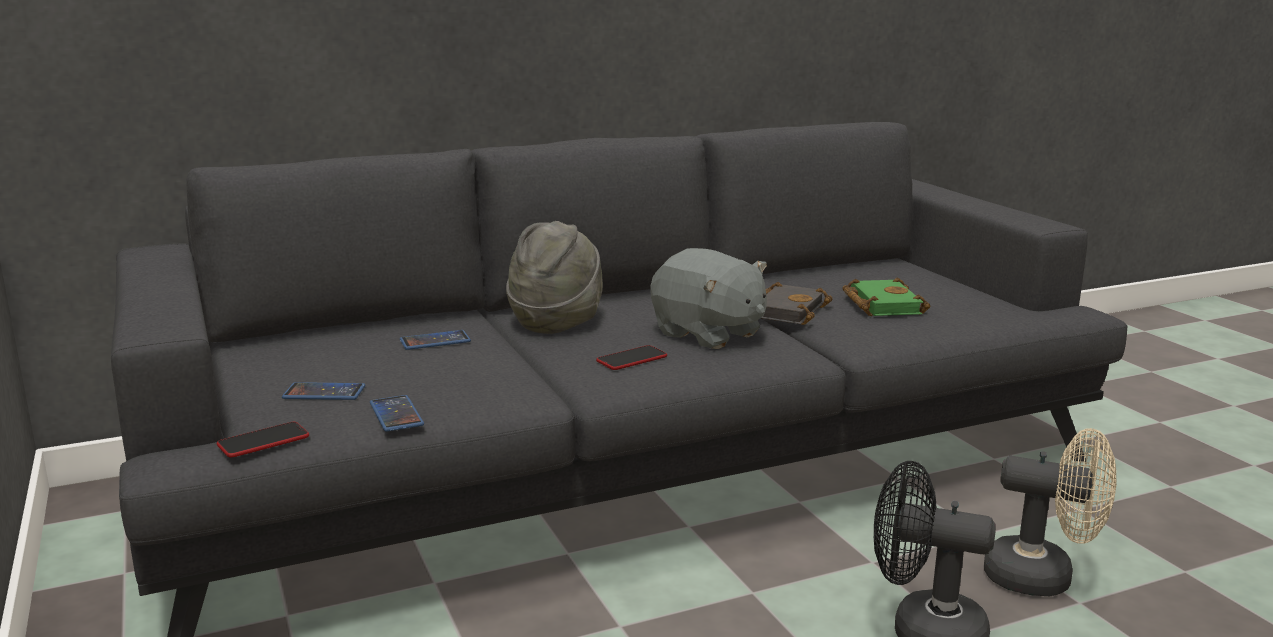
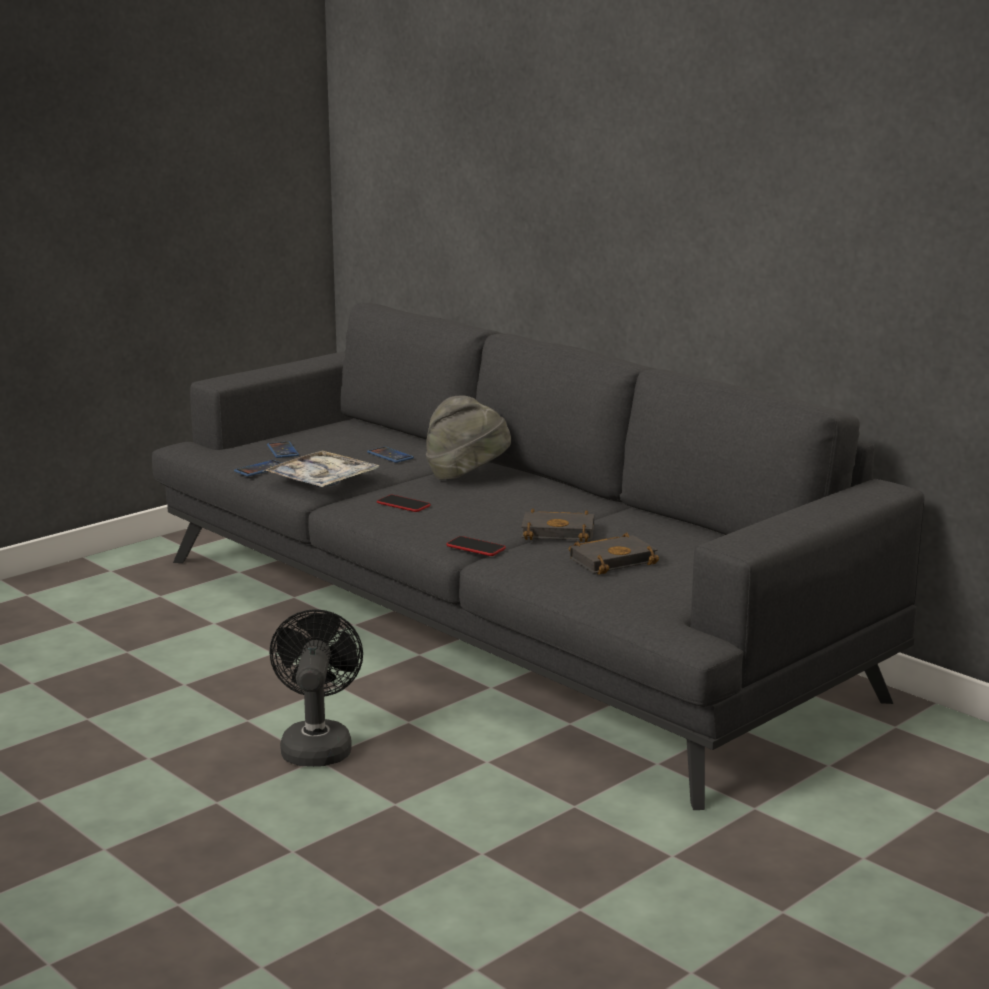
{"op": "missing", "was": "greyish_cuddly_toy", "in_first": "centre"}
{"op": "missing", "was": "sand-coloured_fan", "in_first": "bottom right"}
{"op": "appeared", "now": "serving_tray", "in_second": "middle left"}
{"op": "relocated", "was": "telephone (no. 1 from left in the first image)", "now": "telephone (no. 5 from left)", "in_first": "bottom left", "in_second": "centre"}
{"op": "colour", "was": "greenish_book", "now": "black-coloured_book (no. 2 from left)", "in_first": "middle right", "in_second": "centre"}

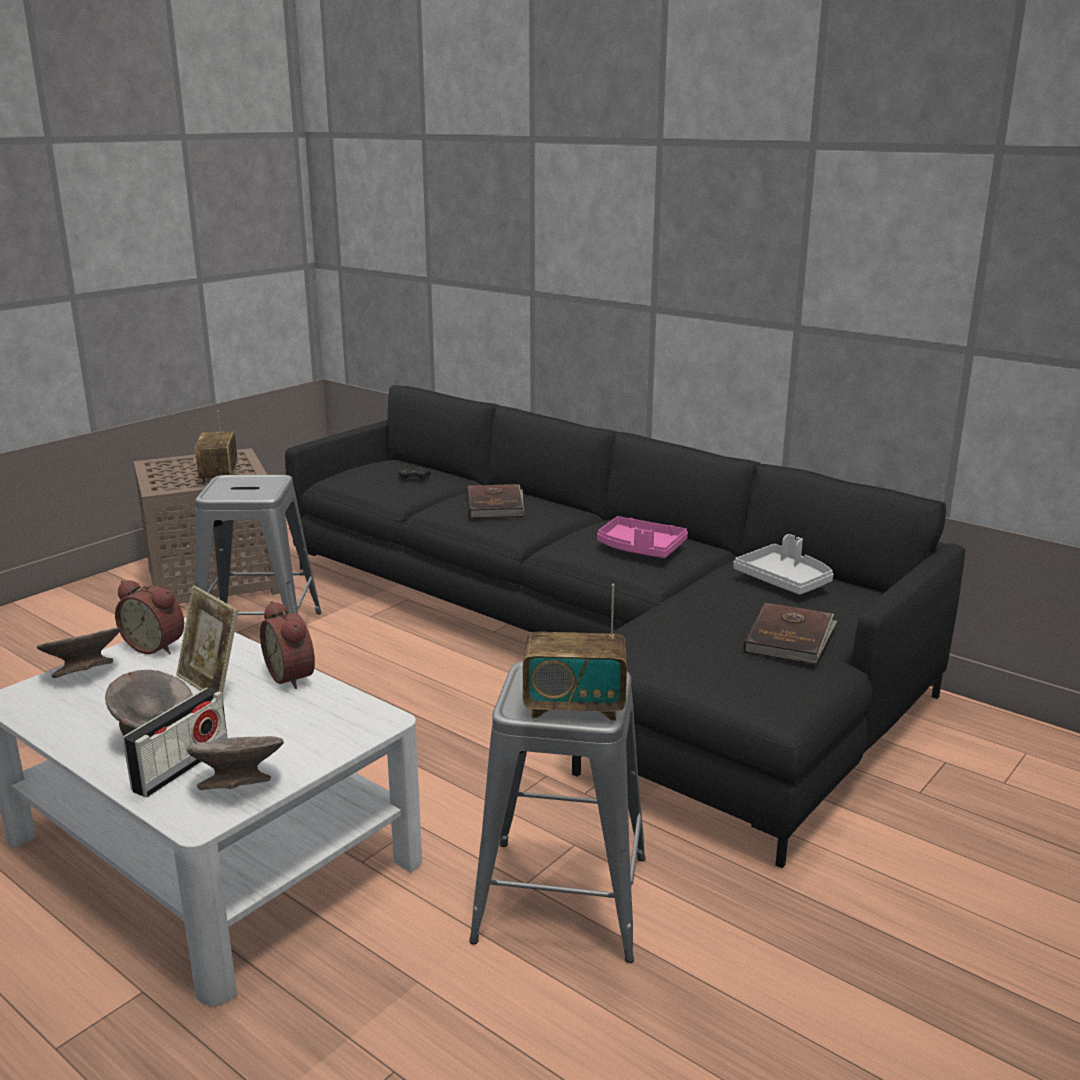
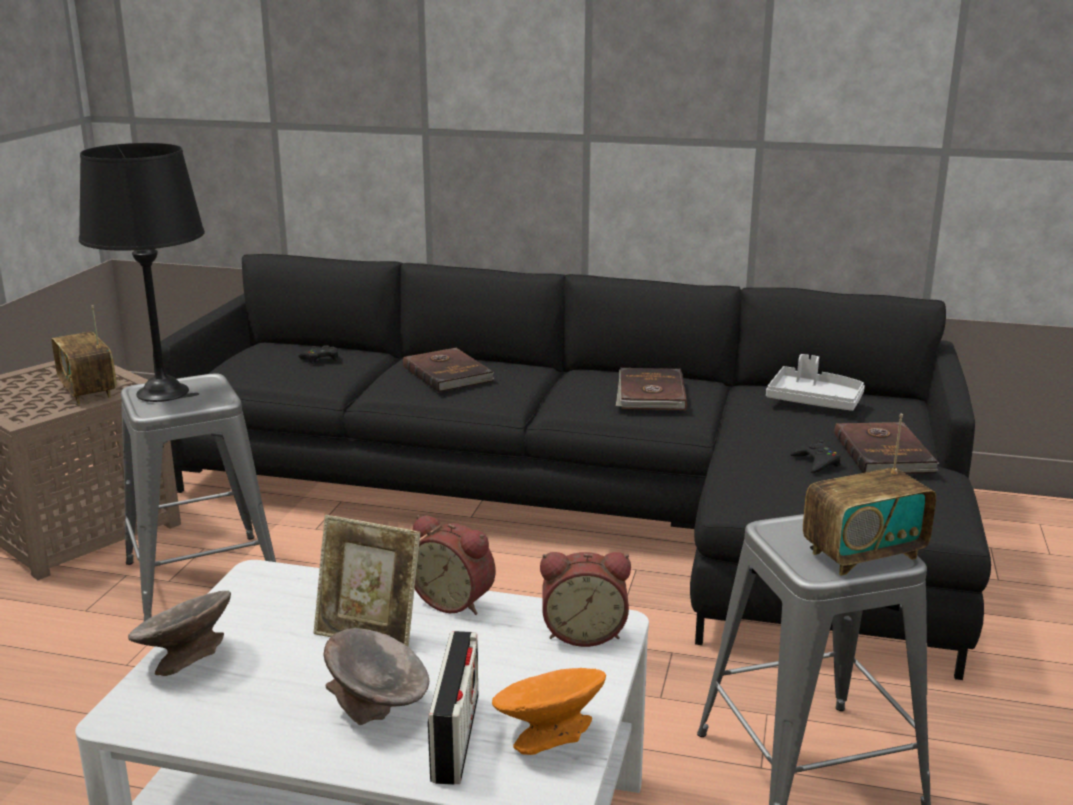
{"op": "appeared", "now": "black-coloured_tabletop_lamp", "in_second": "middle left"}
{"op": "appeared", "now": "black-coloured_joypad (no. 2 from left)", "in_second": "middle right"}
{"op": "relocated", "was": "table_clock (no. 1 from left in the first image)", "now": "table_clock (no. 2 from left)", "in_first": "middle left", "in_second": "bottom centre"}
{"op": "exchanged", "was": "pink_serving_tray", "now": "brown_book (no. 2 from left)", "in_first": "centre", "in_second": "centre"}
{"op": "colour", "was": "greyish_deep_dish (no. 3 from left)", "now": "orange_deep_dish", "in_first": "bottom left", "in_second": "bottom centre"}

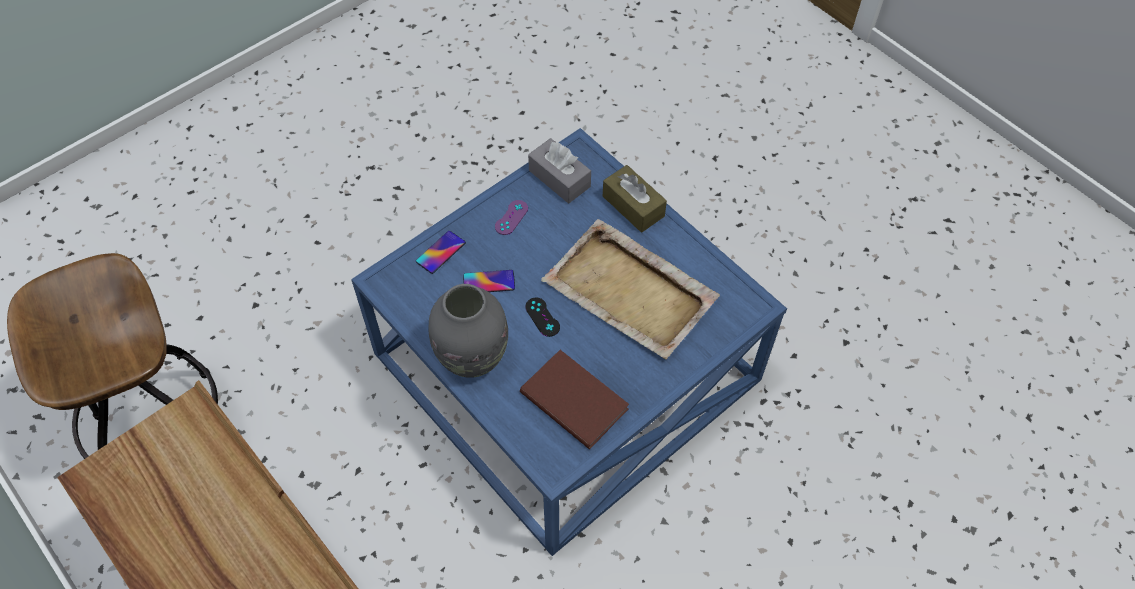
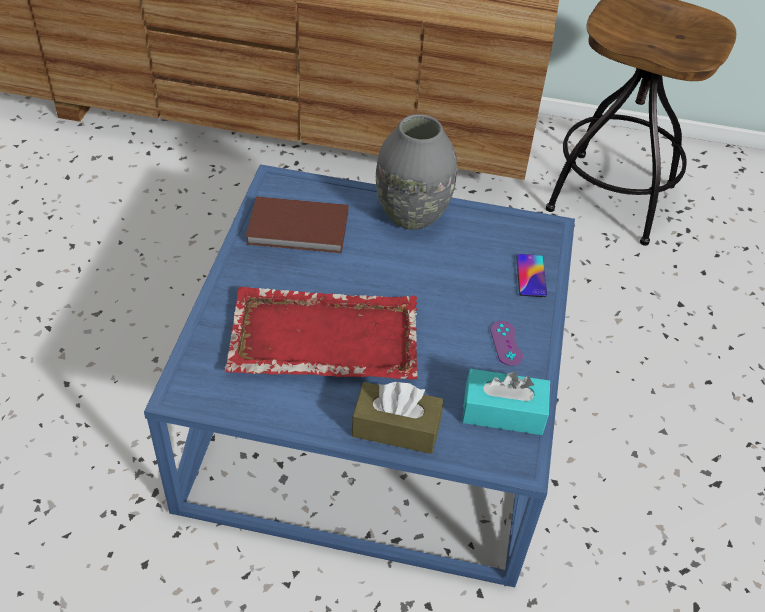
{"op": "missing", "was": "telephone (no. 2 from left)", "in_first": "centre"}
{"op": "missing", "was": "black-coloured_joypad", "in_first": "centre"}
{"op": "colour", "was": "greyish_box_of_tissues", "now": "turquoise-coloured_box_of_tissues", "in_first": "top centre", "in_second": "centre"}
{"op": "colour", "was": "sand-coloured_serving_tray", "now": "reddish_serving_tray", "in_first": "centre", "in_second": "centre"}

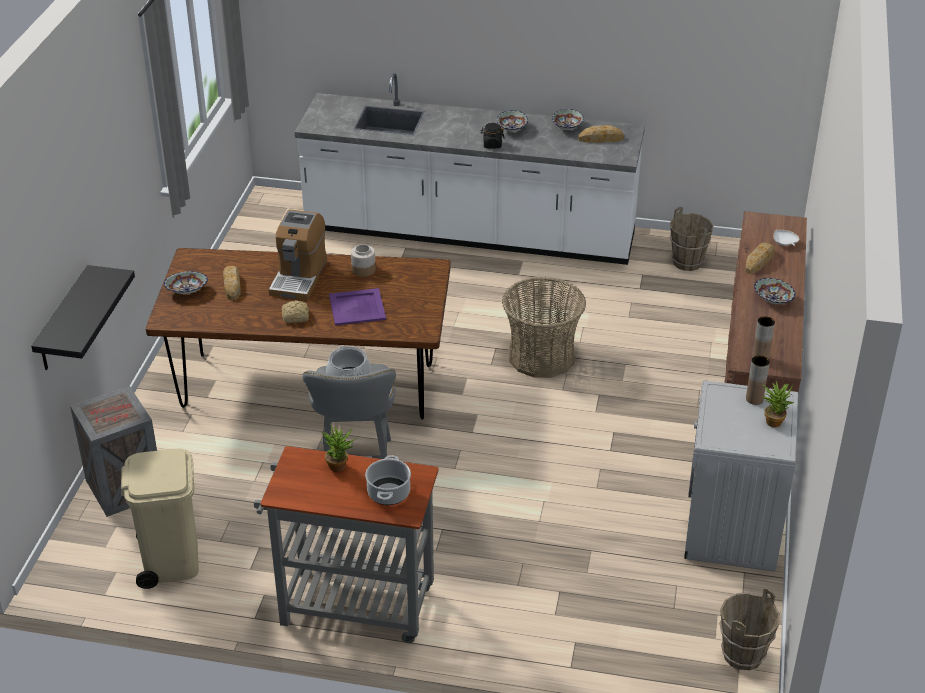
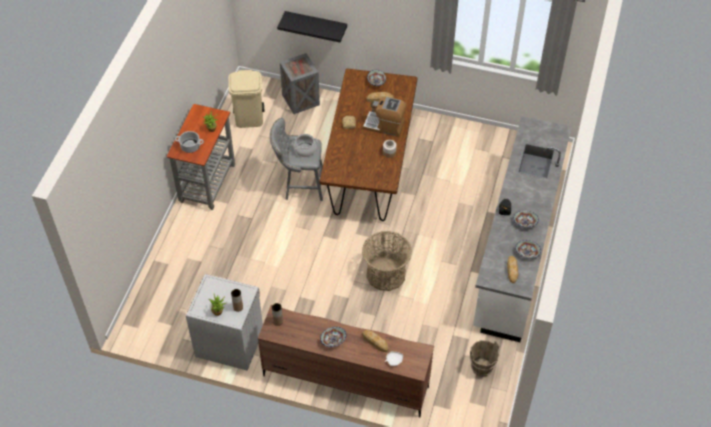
{"op": "missing", "was": "purplish_serving_tray", "in_first": "centre"}
{"op": "missing", "was": "brown_water_bucket (no. 2 from left)", "in_first": "bottom right"}

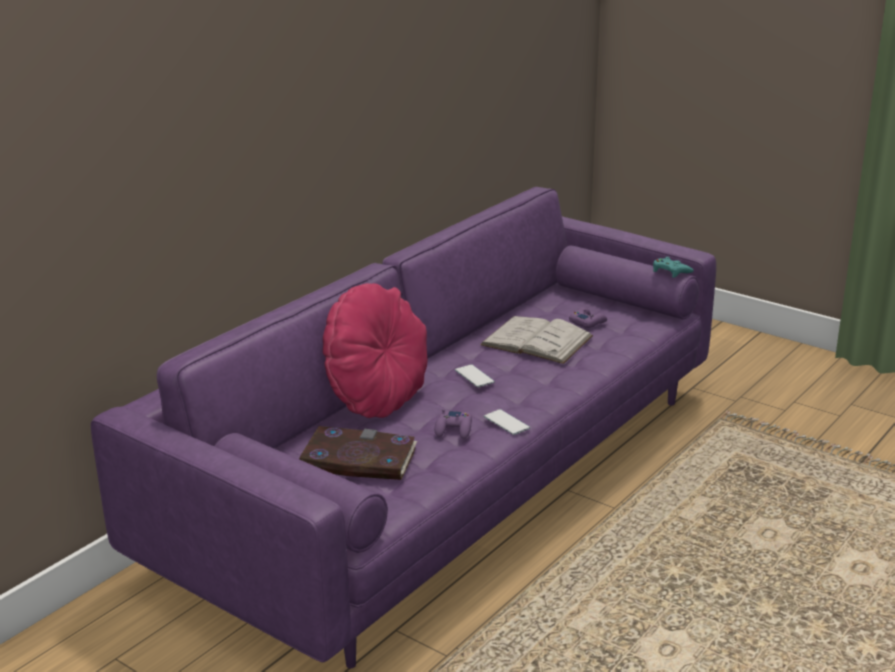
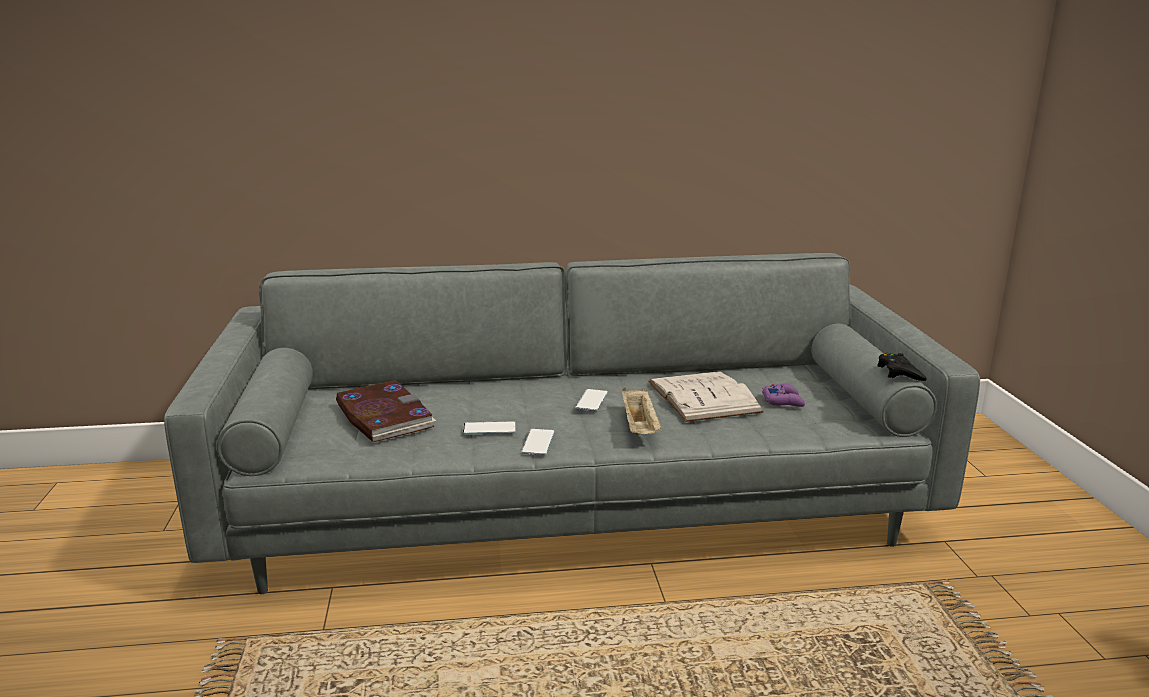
{"op": "missing", "was": "pink_throw_pillow", "in_first": "centre"}
{"op": "appeared", "now": "sand-coloured_serving_tray", "in_second": "centre"}
{"op": "exchanged", "was": "purplish_joypad (no. 1 from left)", "now": "telephone (no. 1 from left)", "in_first": "centre", "in_second": "centre"}
{"op": "colour", "was": "purplish_sofa", "now": "greyish_sofa", "in_first": "centre", "in_second": "centre"}
{"op": "colour", "was": "turquoise-coloured_joypad", "now": "black-coloured_joypad", "in_first": "middle right", "in_second": "middle right"}

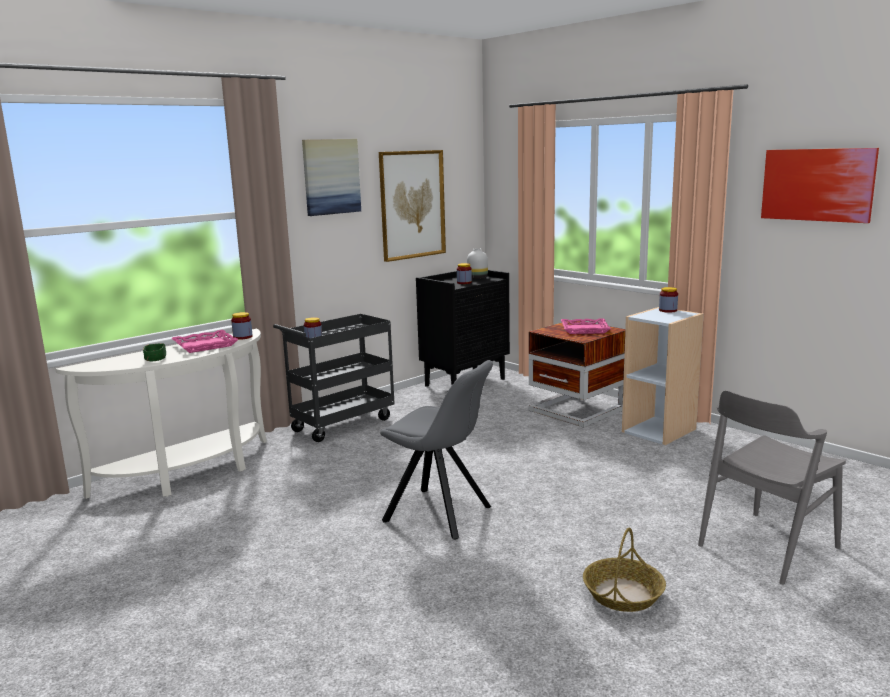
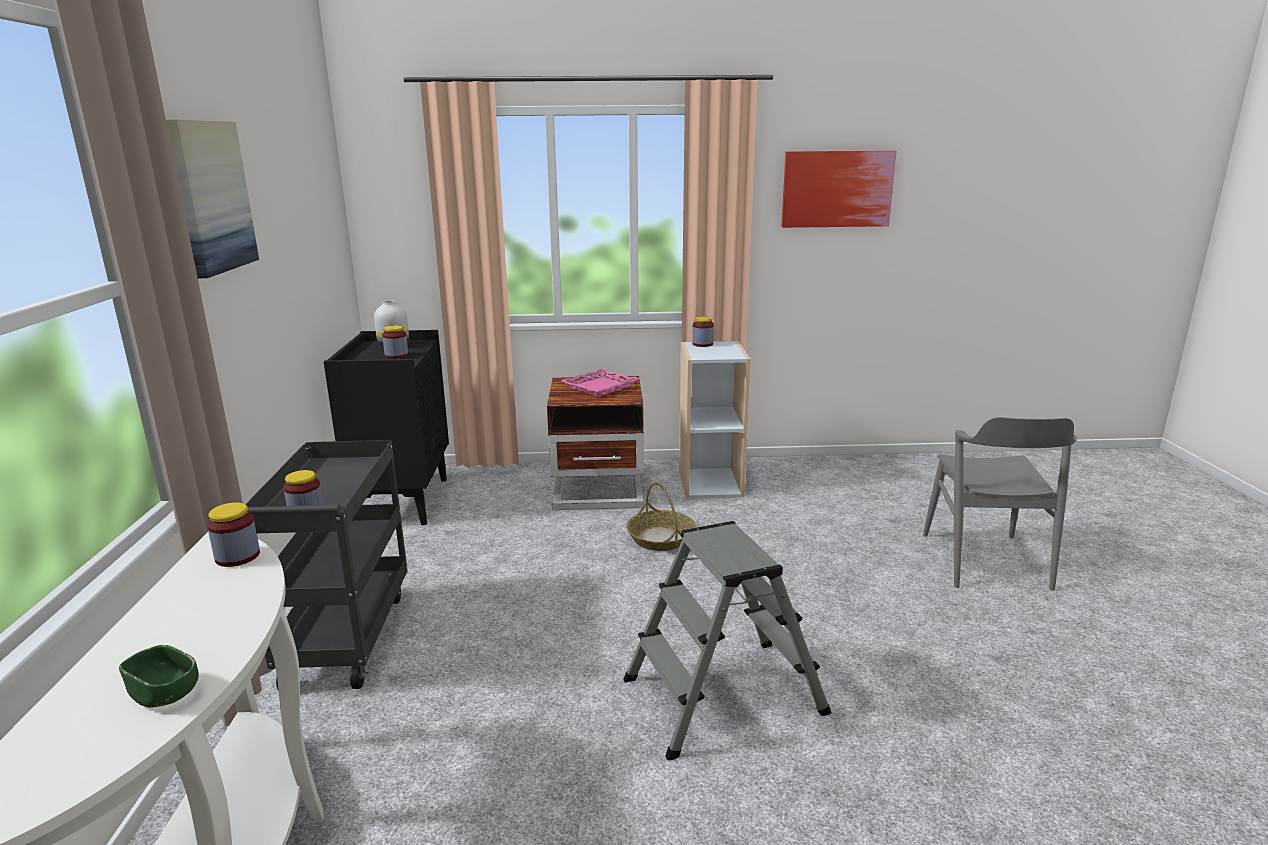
{"op": "missing", "was": "pink_serving_tray (no. 1 from left)", "in_first": "middle left"}
{"op": "missing", "was": "wall_art (no. 2 from left)", "in_first": "top centre"}
{"op": "relocated", "was": "household_basket", "in_first": "bottom right", "in_second": "centre"}
{"op": "exchanged", "was": "greyish_chair (no. 1 from left)", "now": "greyish_stepladder", "in_first": "centre", "in_second": "bottom centre"}

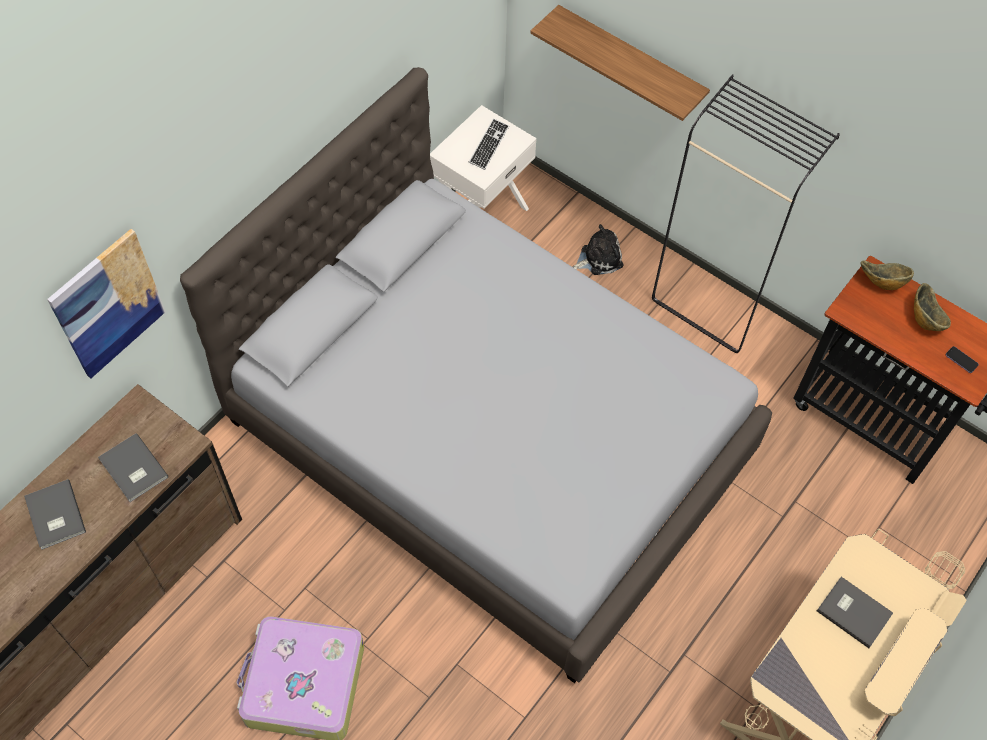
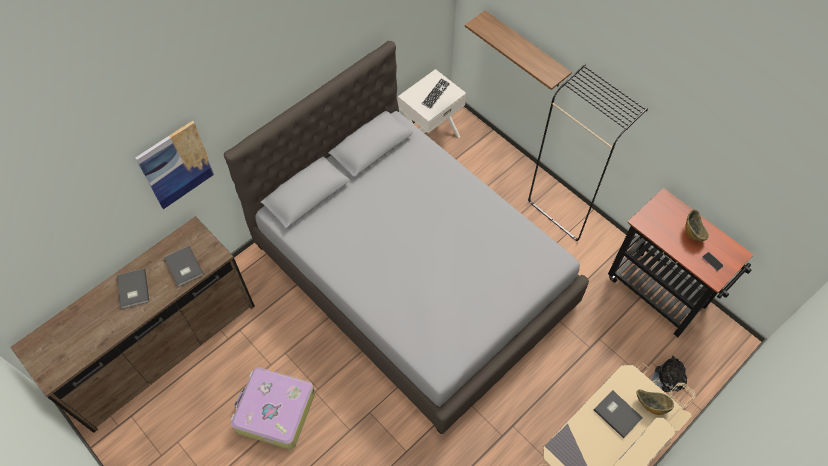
{"op": "relocated", "was": "cuddly_toy", "in_first": "centre", "in_second": "bottom right"}
{"op": "relocated", "was": "deep_dish (no. 1 from left)", "in_first": "middle right", "in_second": "bottom right"}

